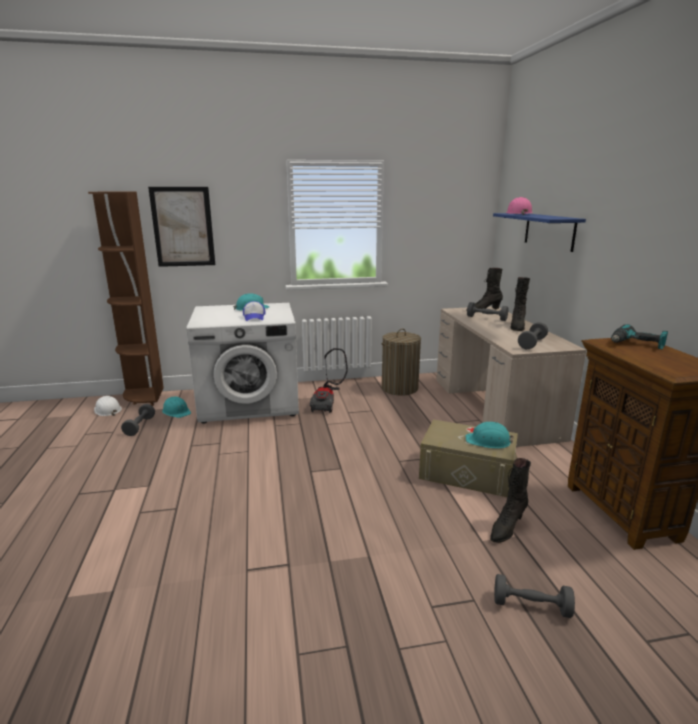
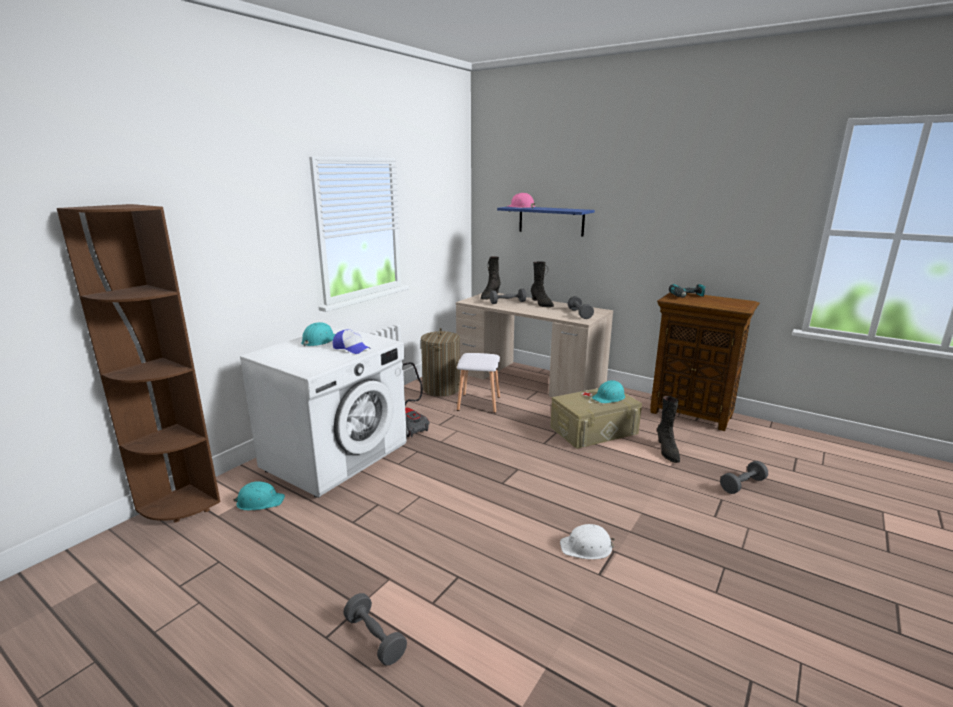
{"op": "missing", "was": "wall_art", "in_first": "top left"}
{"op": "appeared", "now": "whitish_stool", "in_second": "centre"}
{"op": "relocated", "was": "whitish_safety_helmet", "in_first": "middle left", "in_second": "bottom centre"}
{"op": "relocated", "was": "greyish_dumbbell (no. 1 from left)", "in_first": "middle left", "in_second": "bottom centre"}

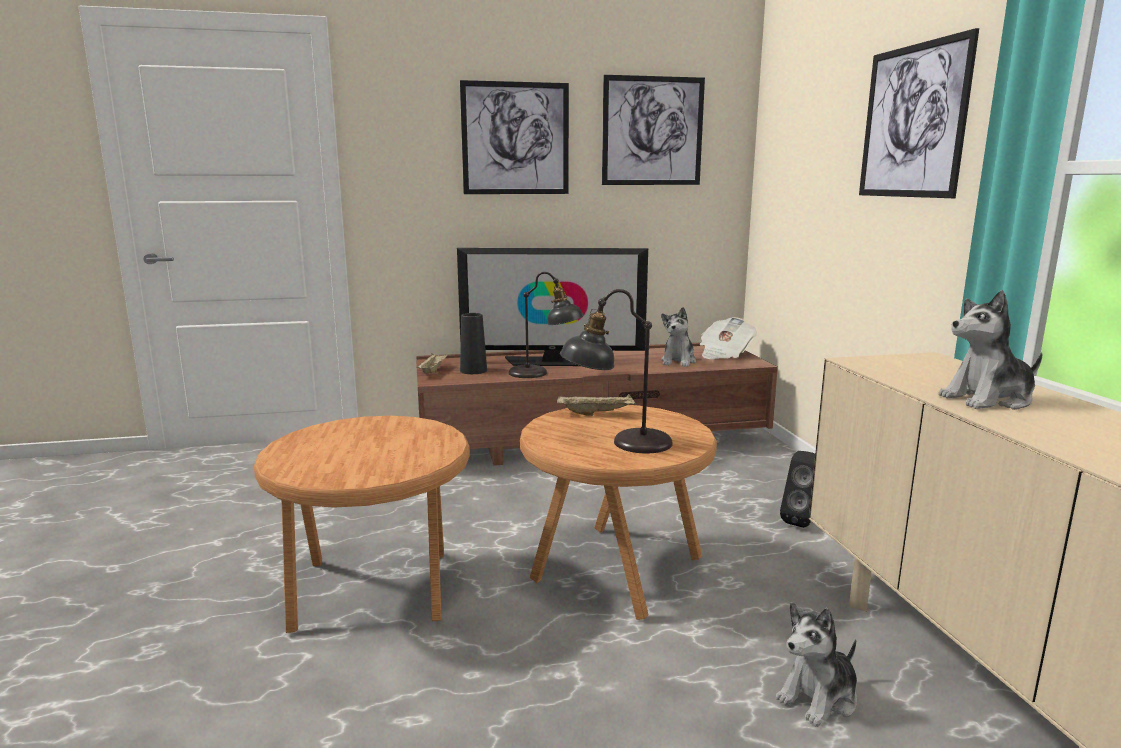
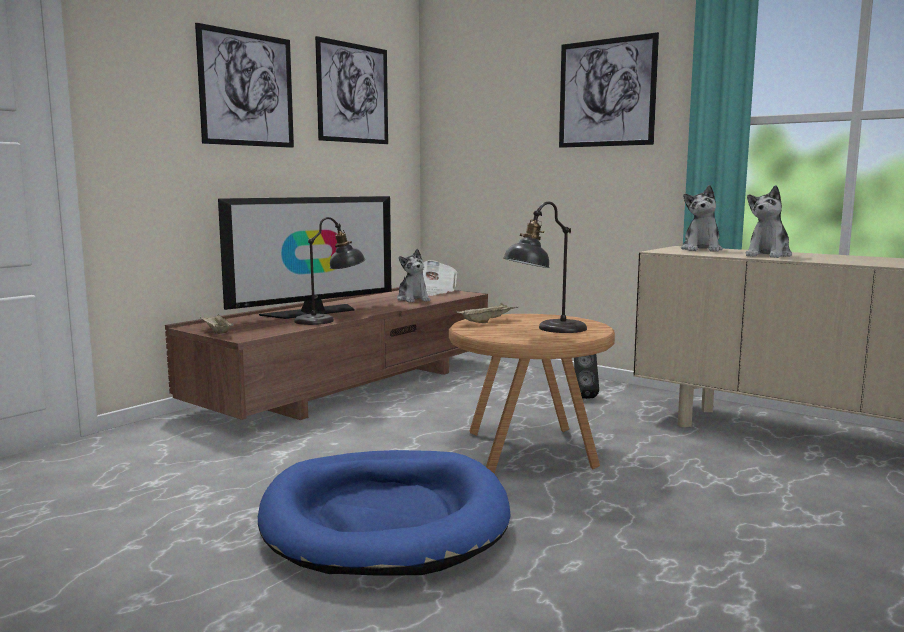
{"op": "missing", "was": "black-coloured_vase", "in_first": "centre"}
{"op": "relocated", "was": "cuddly_toy (no. 2 from left)", "in_first": "bottom right", "in_second": "middle right"}
{"op": "exchanged", "was": "brown_end_table (no. 1 from left)", "now": "blue_pet_bed", "in_first": "bottom left", "in_second": "bottom centre"}

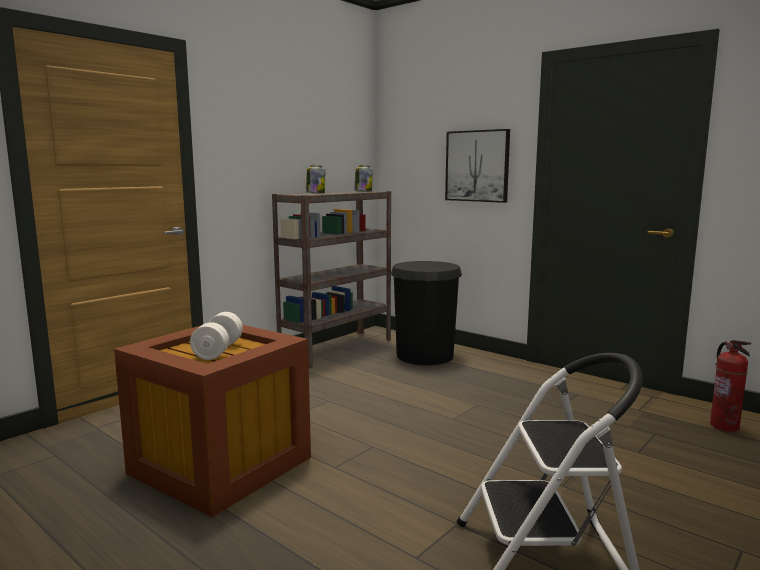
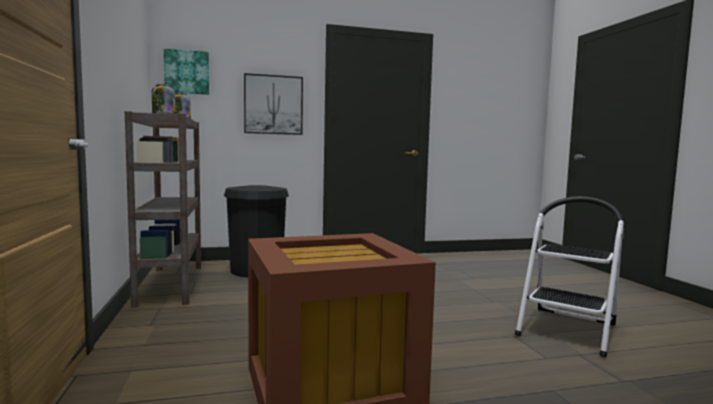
{"op": "missing", "was": "whitish_dumbbell", "in_first": "middle left"}
{"op": "missing", "was": "extinguisher", "in_first": "bottom right"}
{"op": "appeared", "now": "wall_art (no. 1 from left)", "in_second": "top left"}

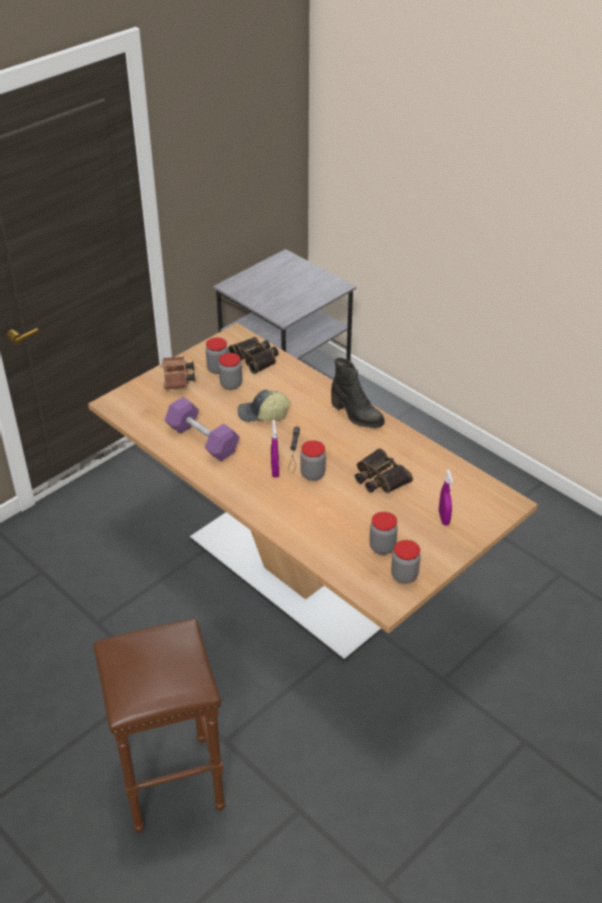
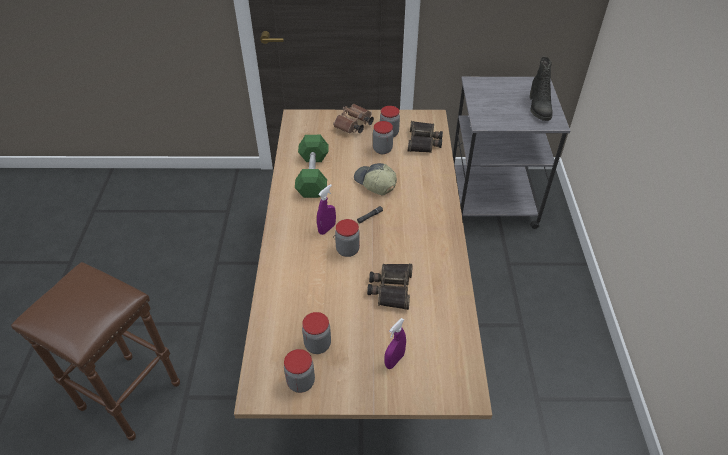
{"op": "relocated", "was": "black-coloured_high-top_boot", "in_first": "centre", "in_second": "top right"}
{"op": "colour", "was": "purplish_dumbbell", "now": "greenish_dumbbell", "in_first": "centre", "in_second": "centre"}

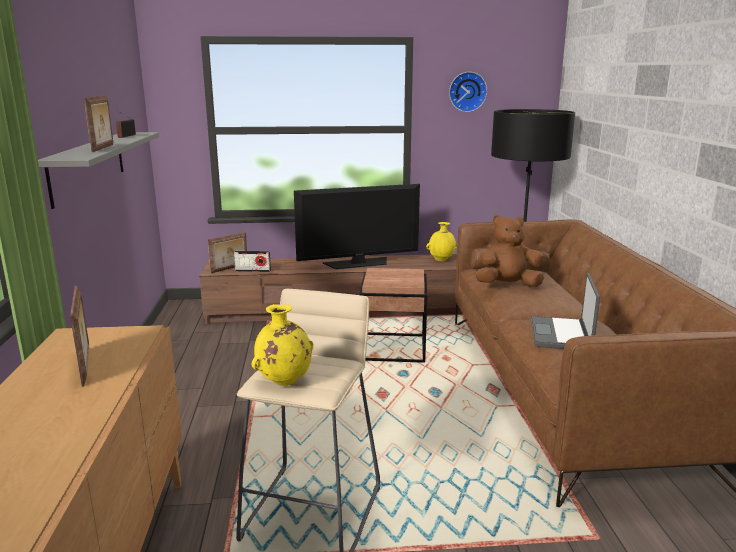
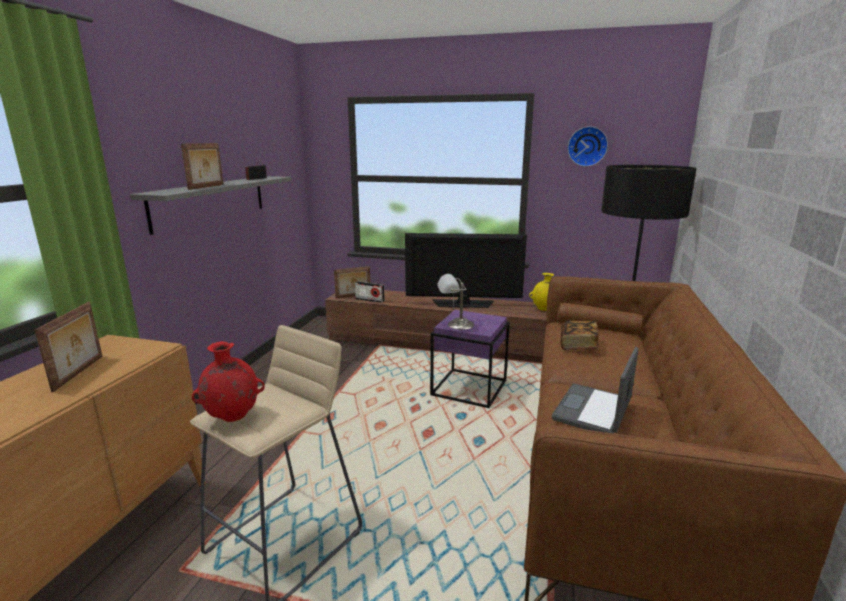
{"op": "appeared", "now": "whitish_tabletop_lamp", "in_second": "centre"}
{"op": "exchanged", "was": "brown_cuddly_toy", "now": "book", "in_first": "middle right", "in_second": "middle right"}
{"op": "colour", "was": "yellow-coloured_vase (no. 1 from left)", "now": "reddish_vase", "in_first": "centre", "in_second": "middle left"}
{"op": "colour", "was": "brown_end_table", "now": "purplish_end_table", "in_first": "centre", "in_second": "centre"}

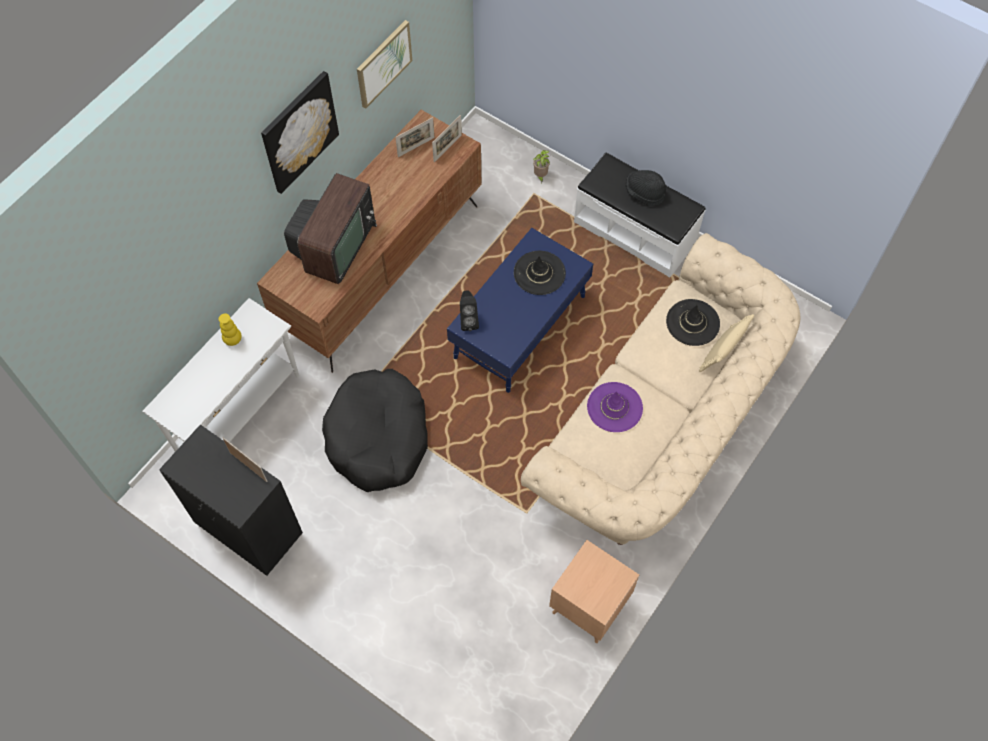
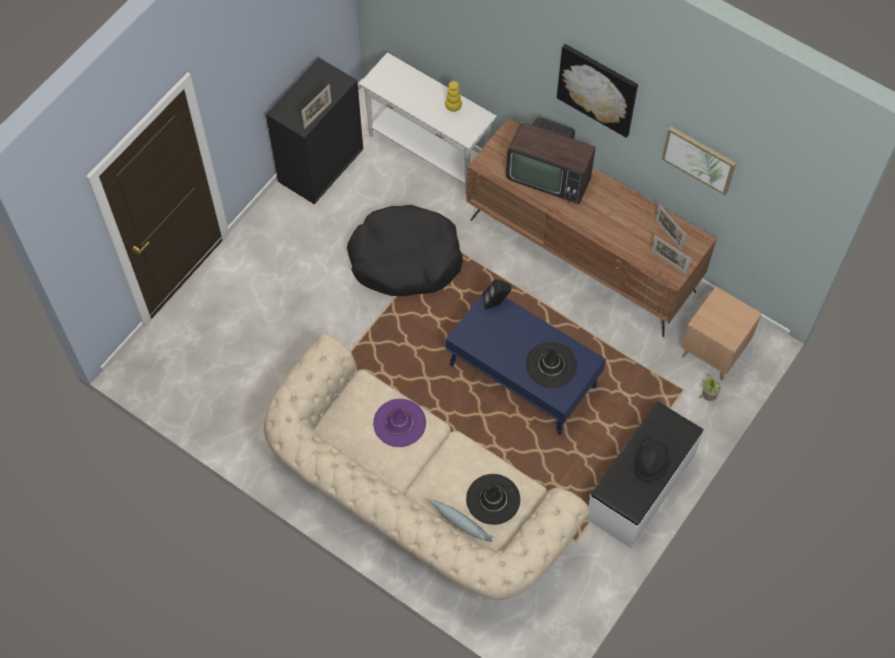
{"op": "relocated", "was": "brown_end_table", "in_first": "bottom centre", "in_second": "middle right"}
{"op": "colour", "was": "sand-coloured_throw_pillow", "now": "blue_throw_pillow", "in_first": "middle right", "in_second": "bottom centre"}

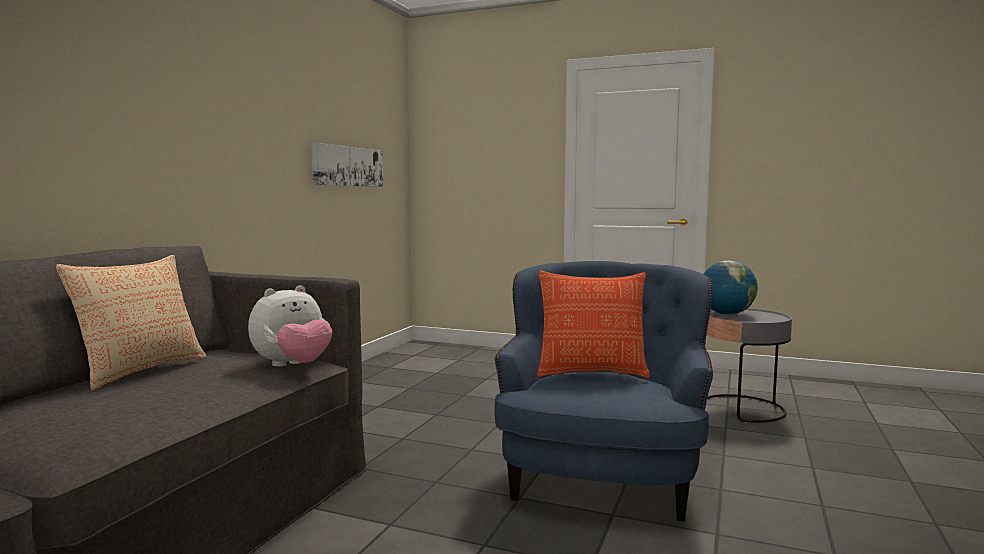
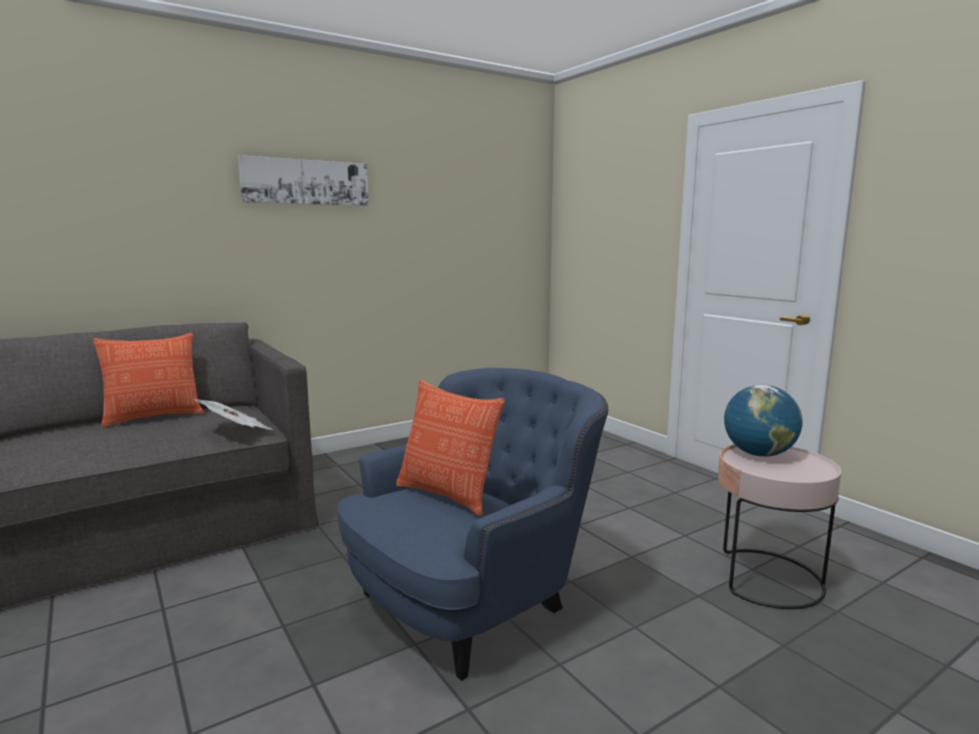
{"op": "relocated", "was": "wall_art", "in_first": "top centre", "in_second": "top left"}
{"op": "exchanged", "was": "cuddly_toy", "now": "newspaper", "in_first": "middle left", "in_second": "middle left"}
{"op": "colour", "was": "sand-coloured_throw_pillow", "now": "orange_throw_pillow (no. 1 from left)", "in_first": "middle left", "in_second": "middle left"}
{"op": "colour", "was": "greyish_end_table", "now": "pink_end_table", "in_first": "middle right", "in_second": "bottom right"}

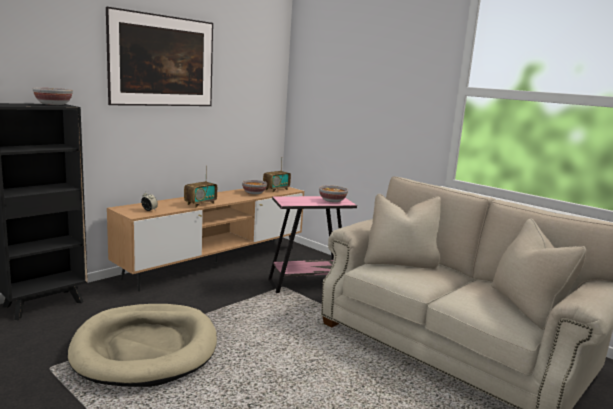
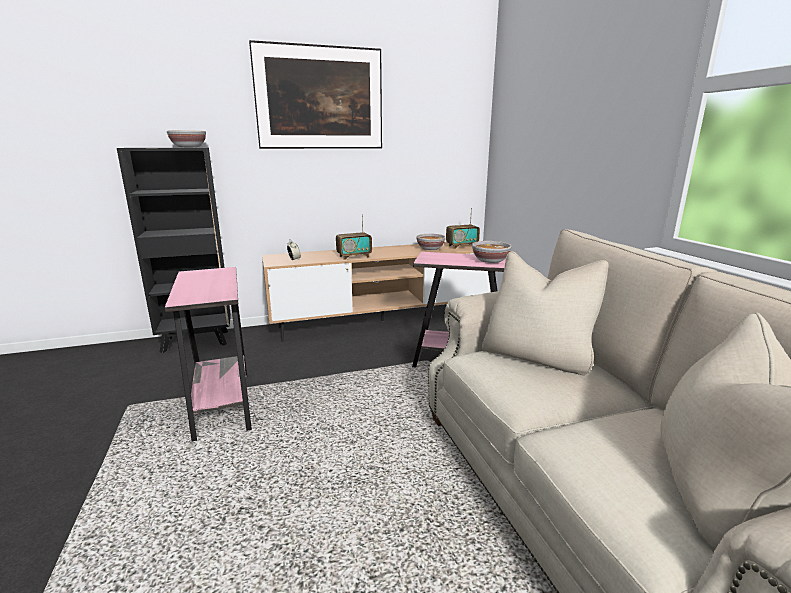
{"op": "exchanged", "was": "sand-coloured_pet_bed", "now": "pink_end_table (no. 1 from left)", "in_first": "bottom left", "in_second": "middle left"}

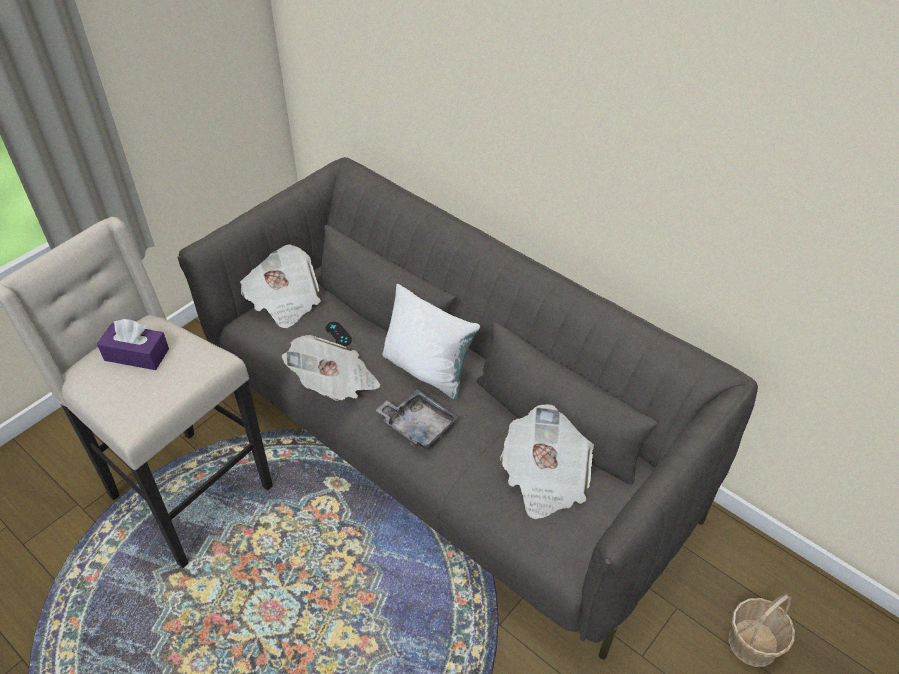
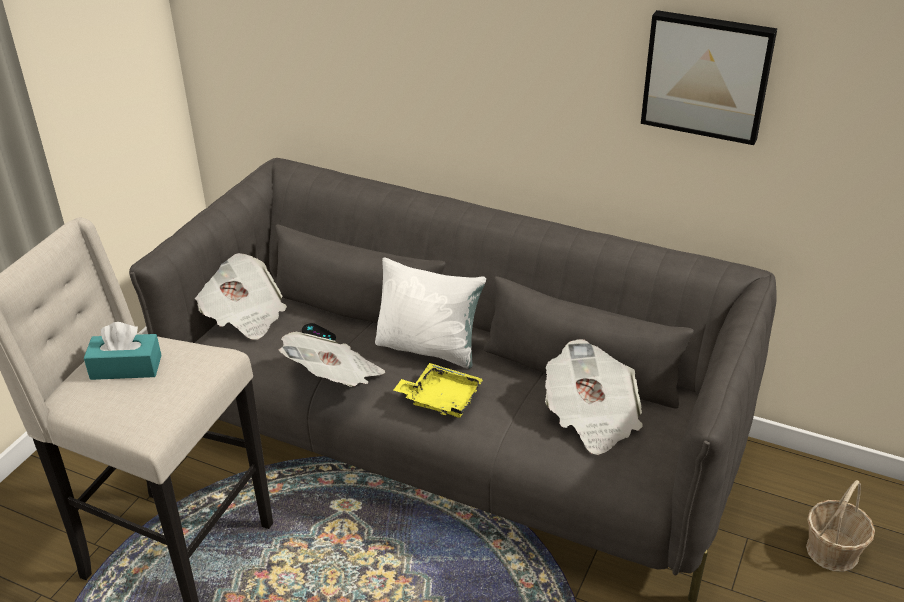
{"op": "appeared", "now": "wall_art", "in_second": "top right"}
{"op": "colour", "was": "purplish_box_of_tissues", "now": "turquoise-coloured_box_of_tissues", "in_first": "middle left", "in_second": "middle left"}
{"op": "colour", "was": "greyish_serving_tray", "now": "yellow-coloured_serving_tray", "in_first": "centre", "in_second": "centre"}

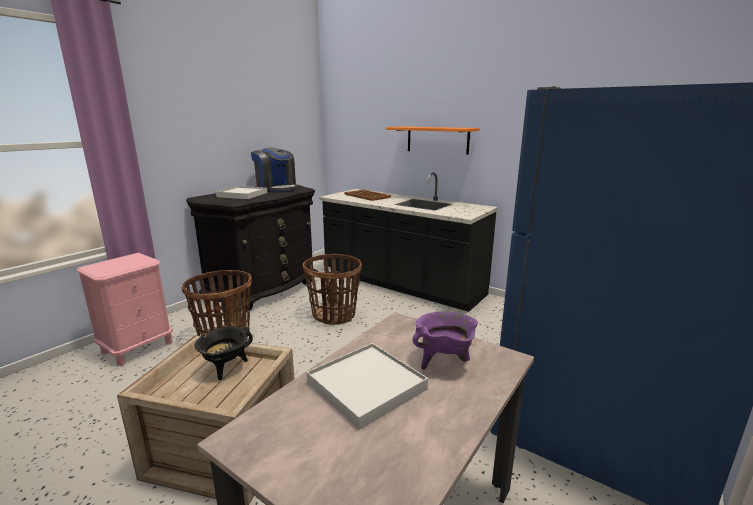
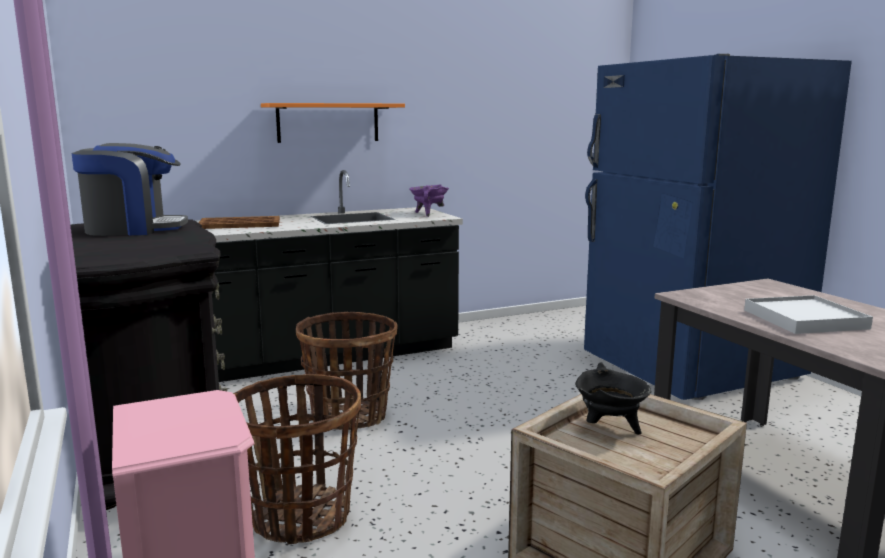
{"op": "missing", "was": "whitish_serving_tray (no. 1 from left)", "in_first": "middle left"}
{"op": "relocated", "was": "purplish_saucepot", "in_first": "bottom centre", "in_second": "centre"}

